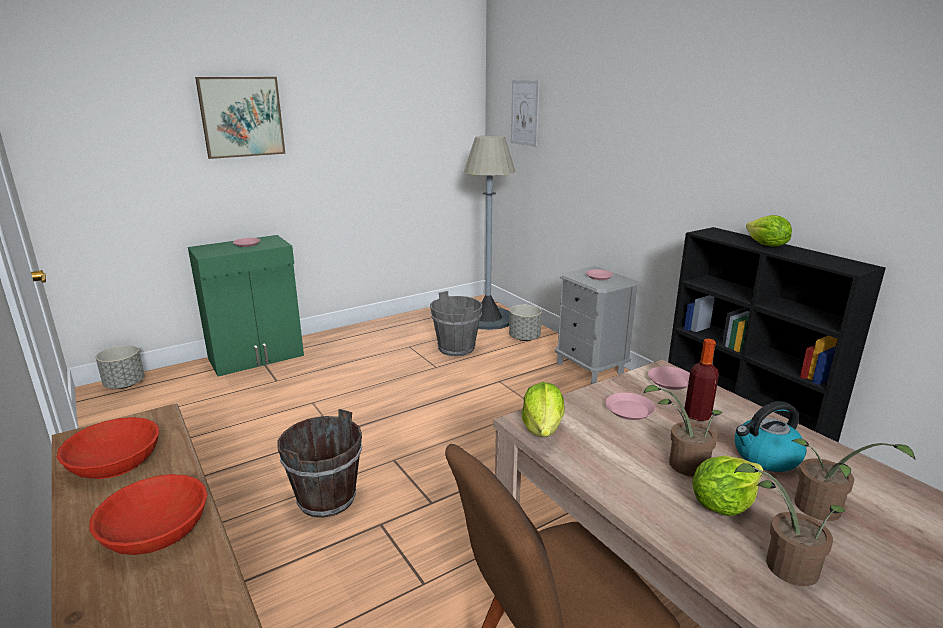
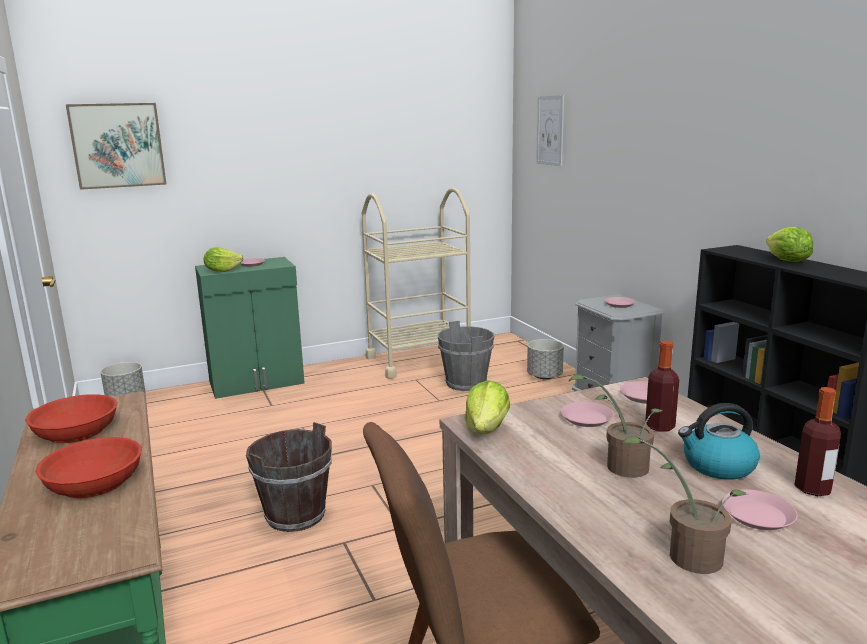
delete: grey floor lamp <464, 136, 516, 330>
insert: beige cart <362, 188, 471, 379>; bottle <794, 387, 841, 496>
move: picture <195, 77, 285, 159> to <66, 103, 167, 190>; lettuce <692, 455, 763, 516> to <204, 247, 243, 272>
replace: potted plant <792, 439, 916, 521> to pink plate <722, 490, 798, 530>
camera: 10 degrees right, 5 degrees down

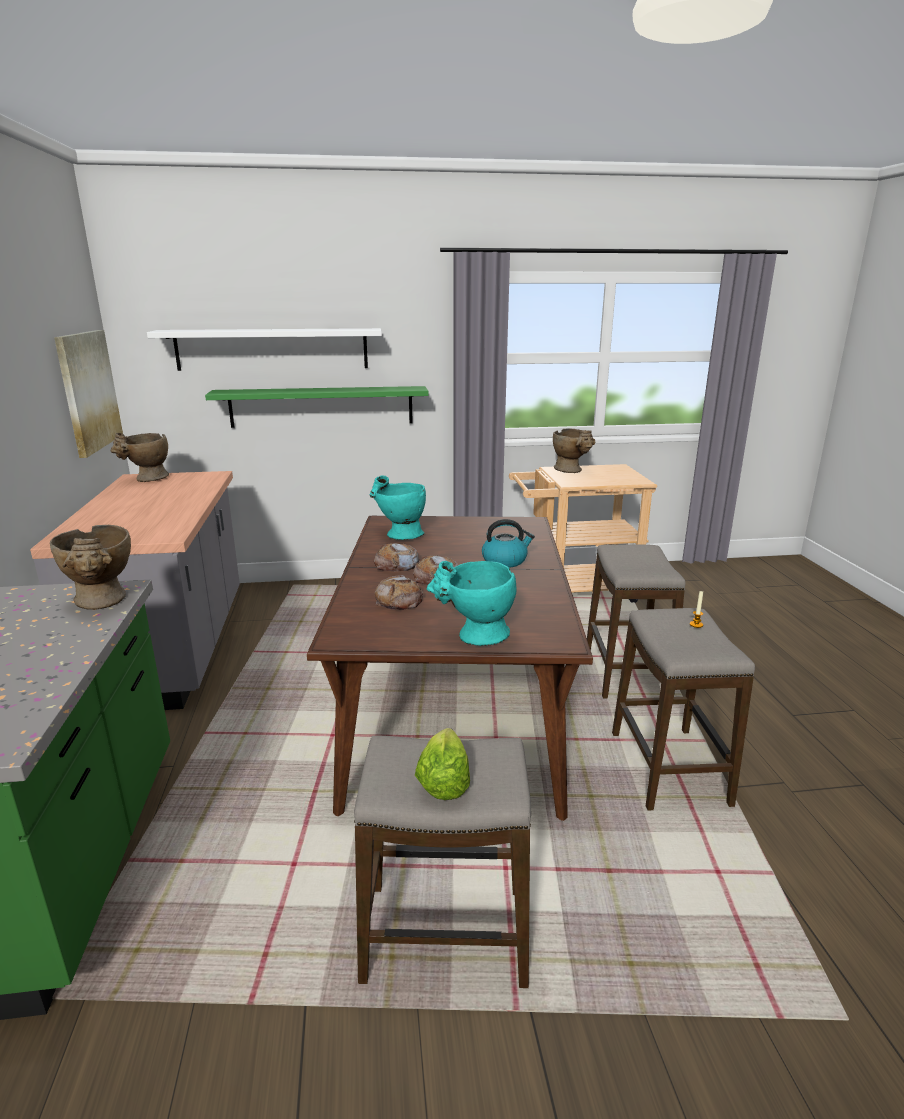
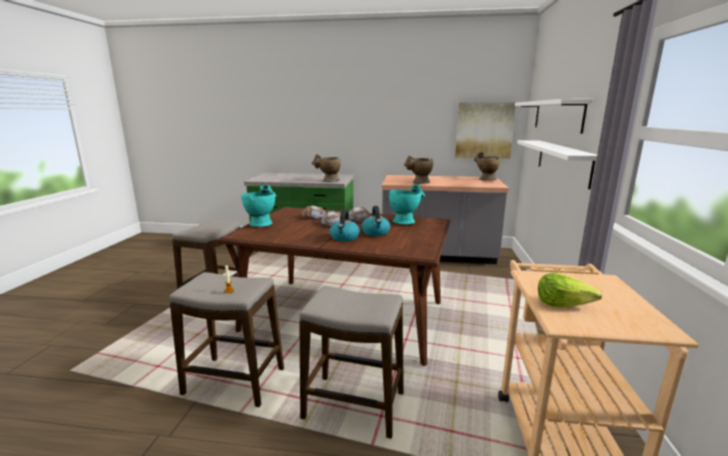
insert: kettle <362, 206, 390, 236>
move: beige vase <553, 428, 596, 473> to <404, 156, 433, 184>; lettuce <415, 728, 470, 800> to <538, 273, 602, 307>
recolor: green shelf <205, 386, 429, 428> to white shelf <517, 140, 597, 189>
camera: 105 degrees right, 5 degrees down

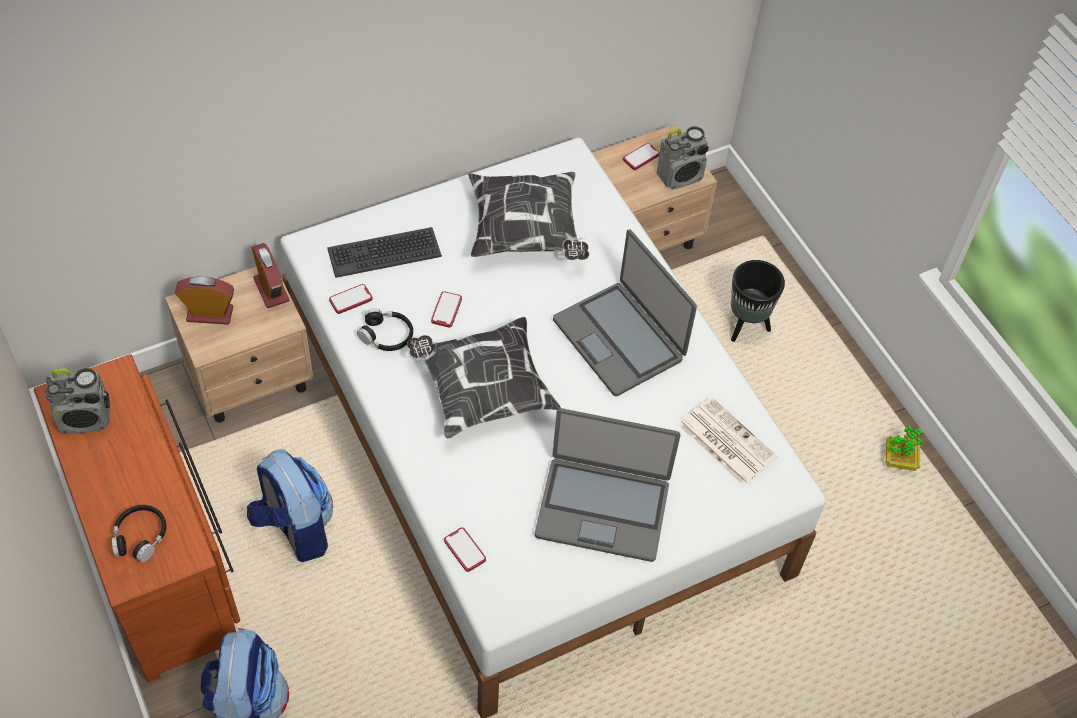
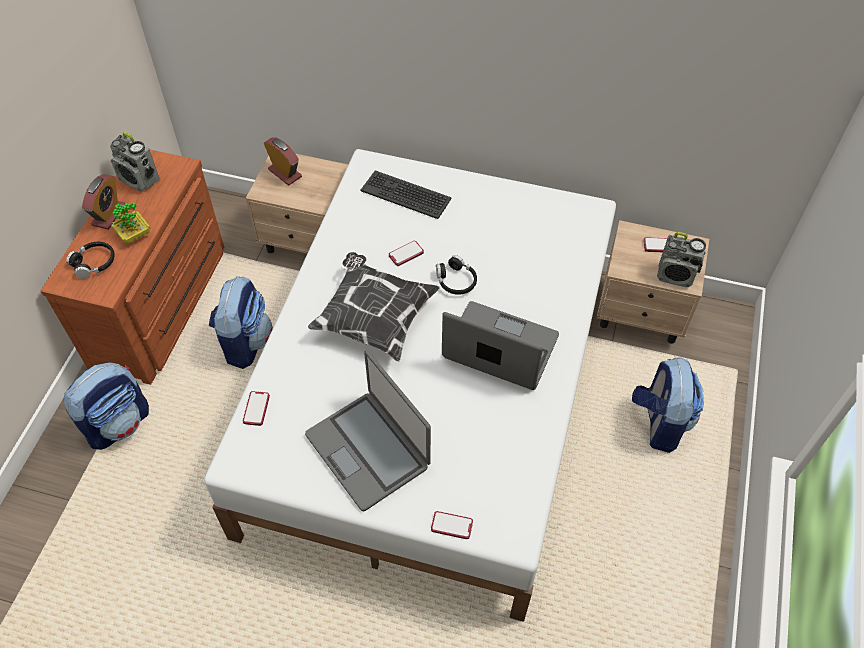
delete: pillow <468, 172, 589, 260>; newspaper <678, 397, 778, 486>
move: alarm clock <252, 243, 289, 308> to <82, 174, 125, 230>; potted plant <886, 426, 922, 471> to <112, 202, 151, 244>; phone <329, 284, 373, 314> to <431, 511, 473, 539>; black headphones <357, 309, 413, 351> to <436, 255, 477, 295>
replace: black planter <731, 260, 785, 342> to backpack <632, 357, 704, 453>
rotate: laptop <553, 230, 697, 396> = <442, 301, 559, 390> 105 degrees clockwise
camera: 45 degrees right, 0 degrees up

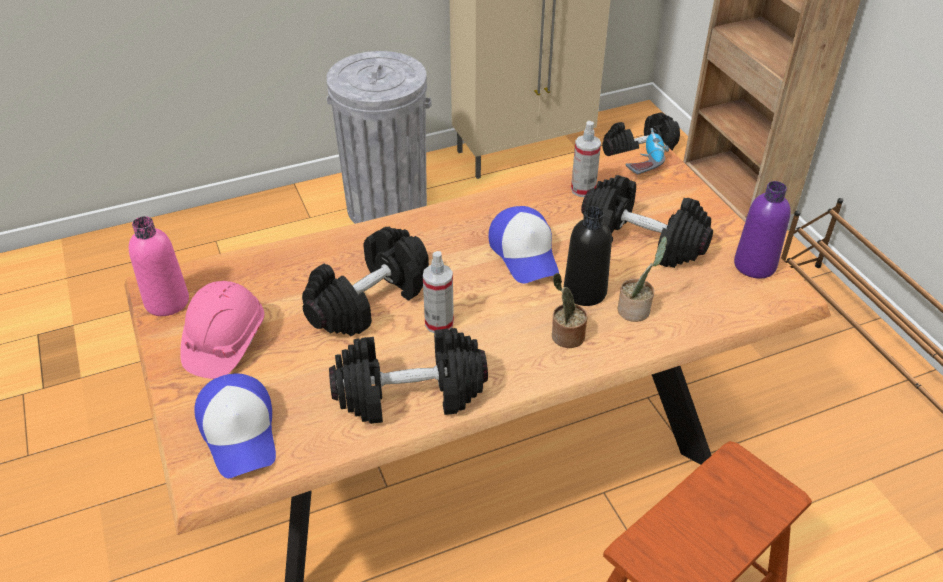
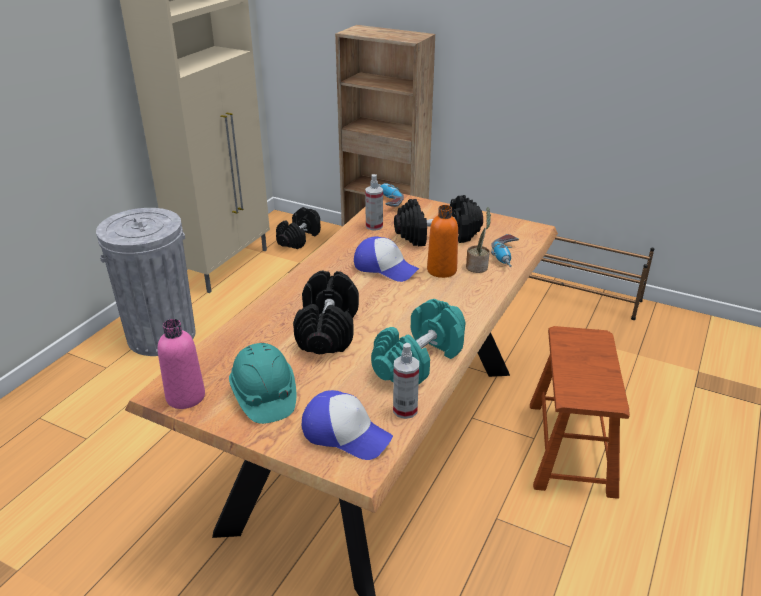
delete: potted plant <552, 273, 588, 348>; purple bottle <734, 181, 791, 279>
insert: power drill <491, 234, 519, 267>
move: spray bottle <423, 251, 454, 333> to <393, 343, 419, 419>
recolor: pink hard hat <180, 281, 264, 379> to turquoise hard hat <229, 343, 296, 424>; black dumbbell <329, 328, 488, 424> to turquoise dumbbell <371, 299, 465, 385>; black bottle <564, 207, 612, 306> to orange bottle <427, 205, 458, 278>
camera: 40 degrees left, 10 degrees down

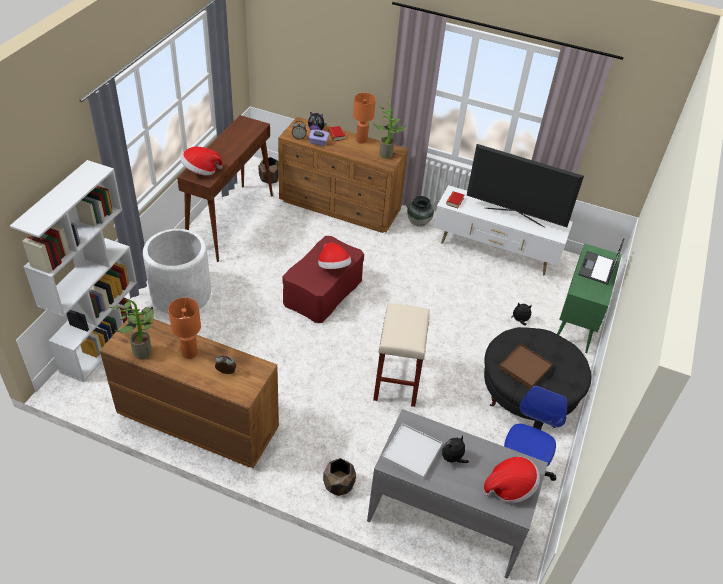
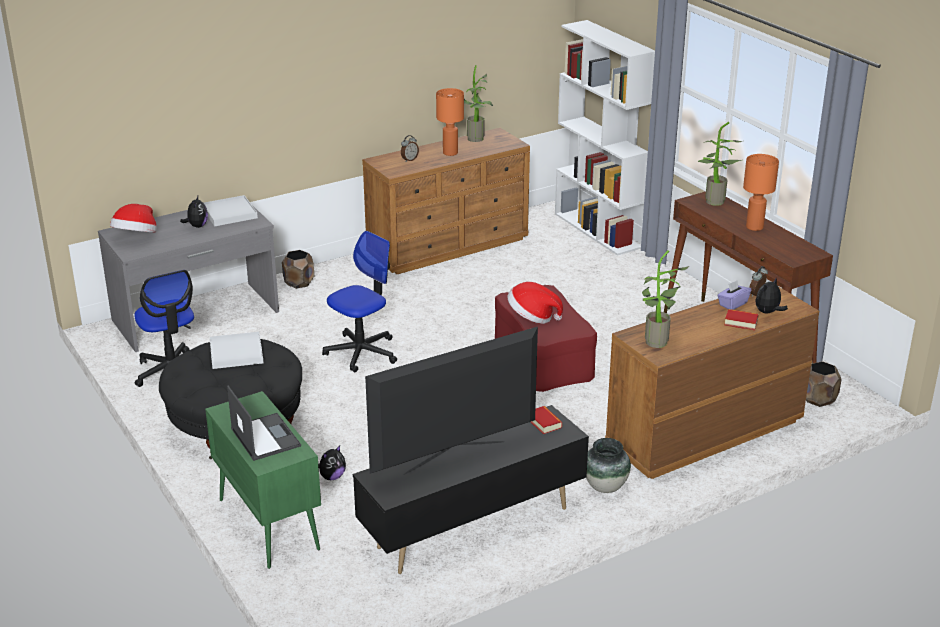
delete: white planter <143, 229, 211, 314>
move: orange table lamp <353, 93, 376, 144> to <743, 154, 779, 231>
replace: beige stool <373, 303, 430, 407> to office chair <322, 231, 397, 372>; hat <180, 147, 223, 176> to potted plant <697, 122, 742, 206>
recolor: brown tray <499, 344, 552, 389> to white tray <210, 332, 264, 369>; white tv stand <433, 185, 573, 275> to black tv stand <353, 405, 589, 574>
camera: 130 degrees right, 15 degrees down

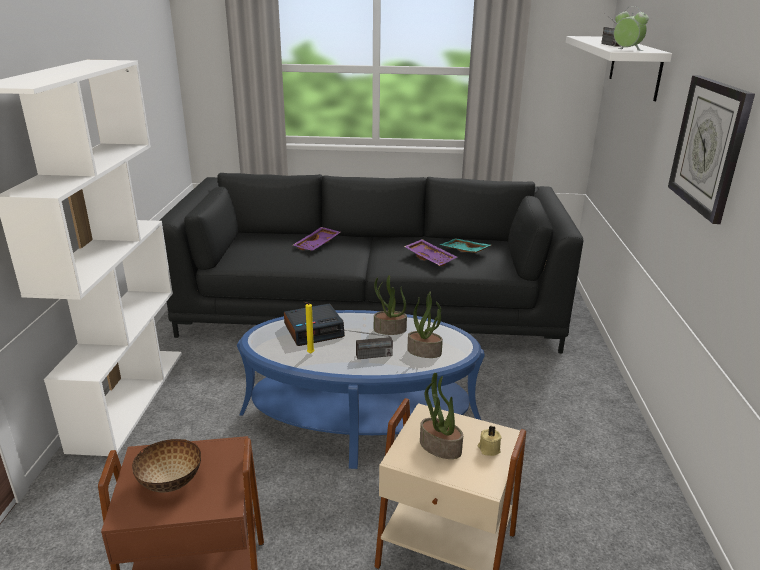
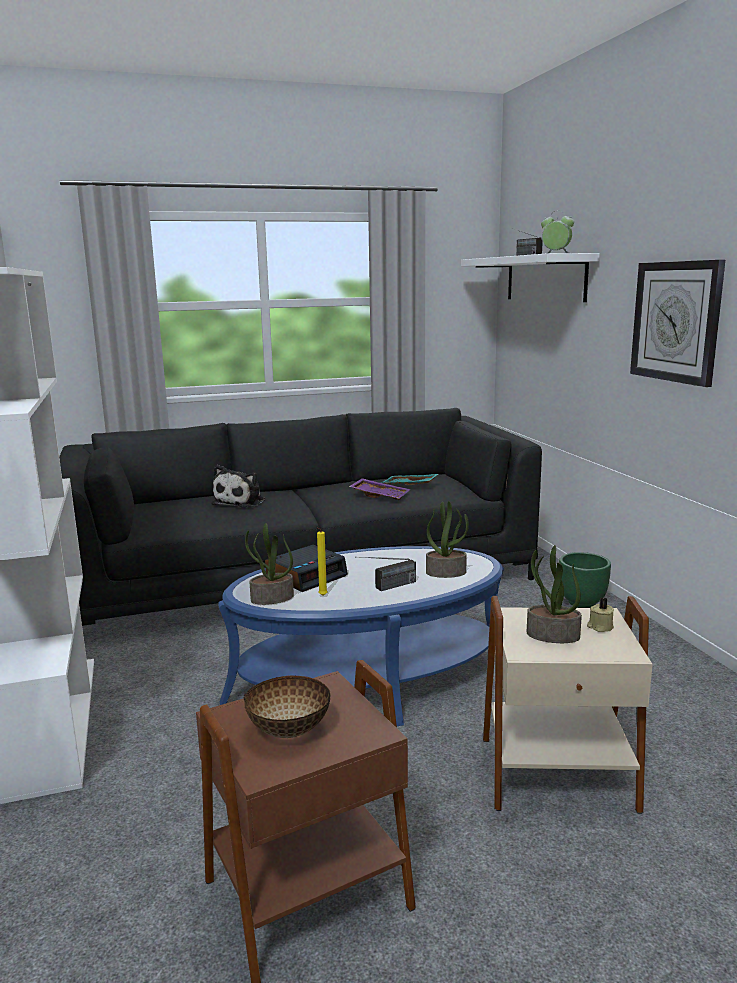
insert: green planter <559, 552, 611, 608>
move: potted plant <374, 275, 407, 335> to <245, 523, 294, 605>
replace: purple tray <293, 227, 341, 251> to plush toy <212, 465, 265, 507>
camera: 20 degrees left, 10 degrees down

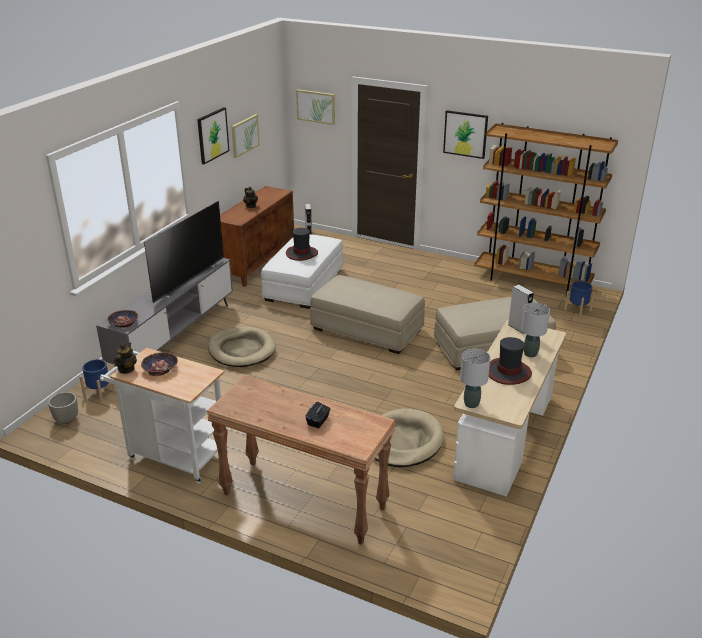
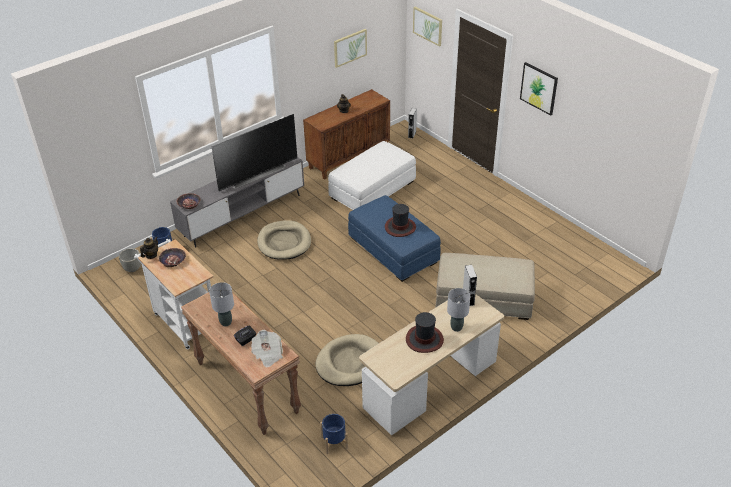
delete: picture <197, 107, 229, 164>; brown bookcase <475, 123, 618, 295>
insert: newspaper <251, 330, 283, 368>
move: grey table lamp <460, 349, 491, 408> to <209, 282, 234, 326>; blue planter <564, 281, 595, 317> to <320, 414, 348, 454>; hat <286, 228, 318, 261> to <385, 204, 416, 237>
recolor: beige ottoman <310, 275, 425, 354> to blue ottoman <348, 195, 441, 282>
camera: 25 degrees right, 10 degrees up

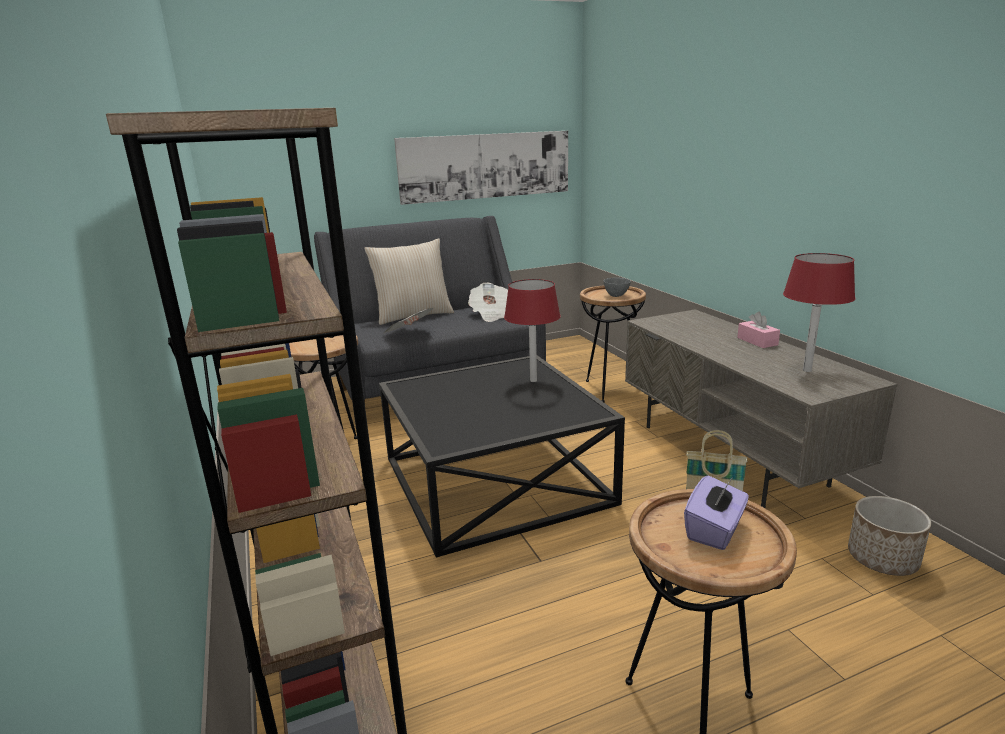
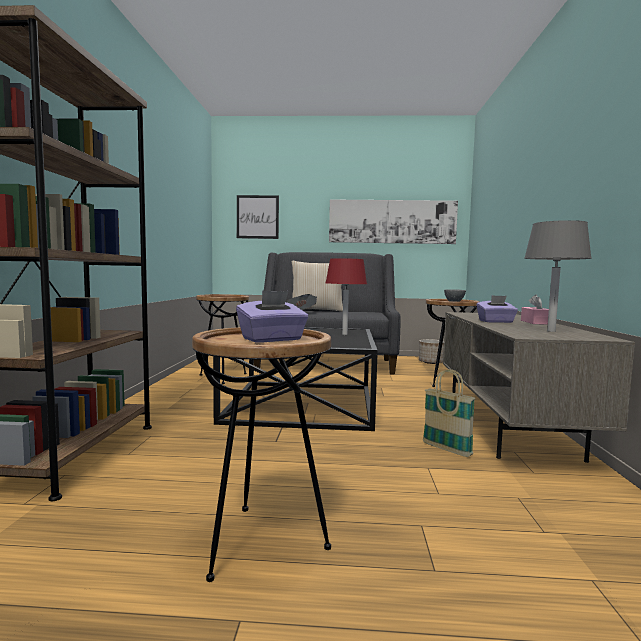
delete: newspaper <468, 283, 508, 322>
insert: picture <237, 195, 279, 239>; purple tissue box <477, 295, 518, 323>
move: planter <848, 496, 931, 576> to <419, 339, 444, 364>
recolor: red table lamp <783, 253, 855, 372> to grey table lamp <524, 220, 592, 332>
camera: 25 degrees right, 15 degrees down

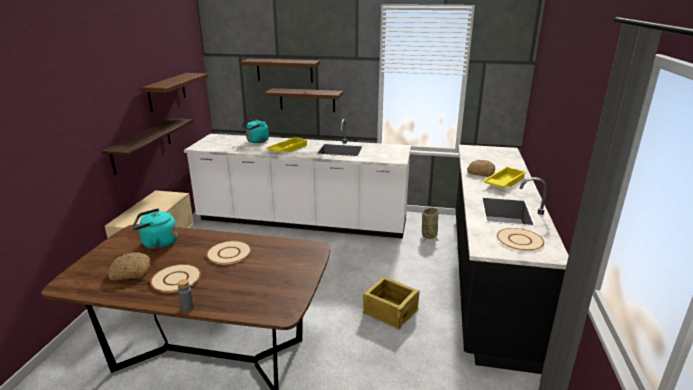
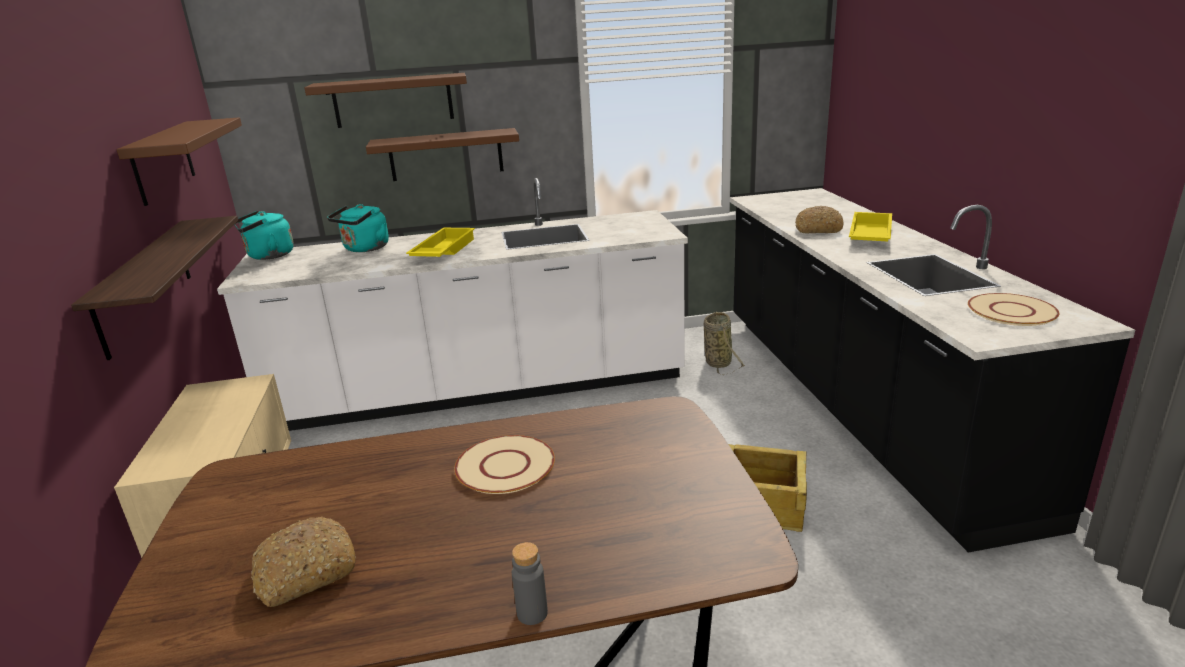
delete: beige plate <150, 264, 201, 292>
move: turquoise kettle <132, 208, 178, 249> to <234, 211, 294, 260>
camera: 20 degrees left, 0 degrees up

